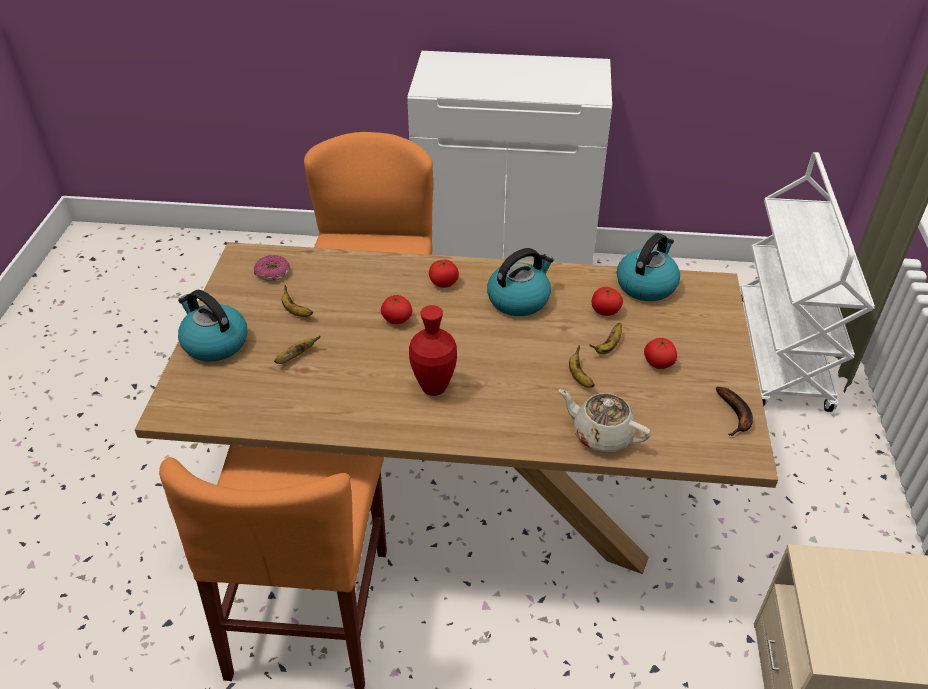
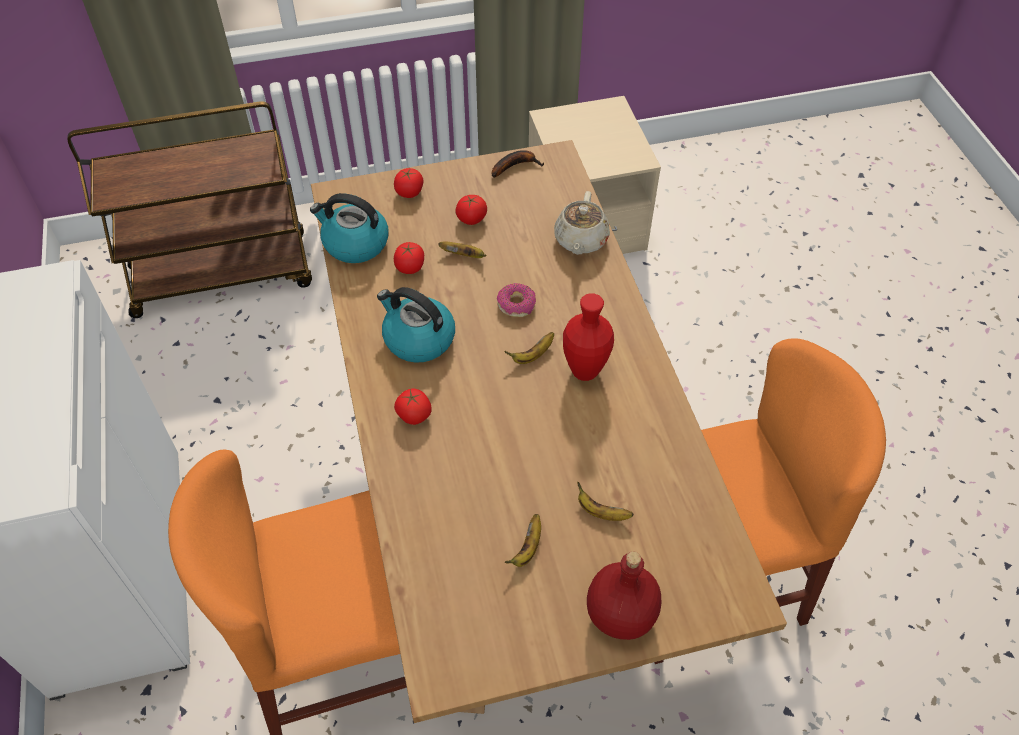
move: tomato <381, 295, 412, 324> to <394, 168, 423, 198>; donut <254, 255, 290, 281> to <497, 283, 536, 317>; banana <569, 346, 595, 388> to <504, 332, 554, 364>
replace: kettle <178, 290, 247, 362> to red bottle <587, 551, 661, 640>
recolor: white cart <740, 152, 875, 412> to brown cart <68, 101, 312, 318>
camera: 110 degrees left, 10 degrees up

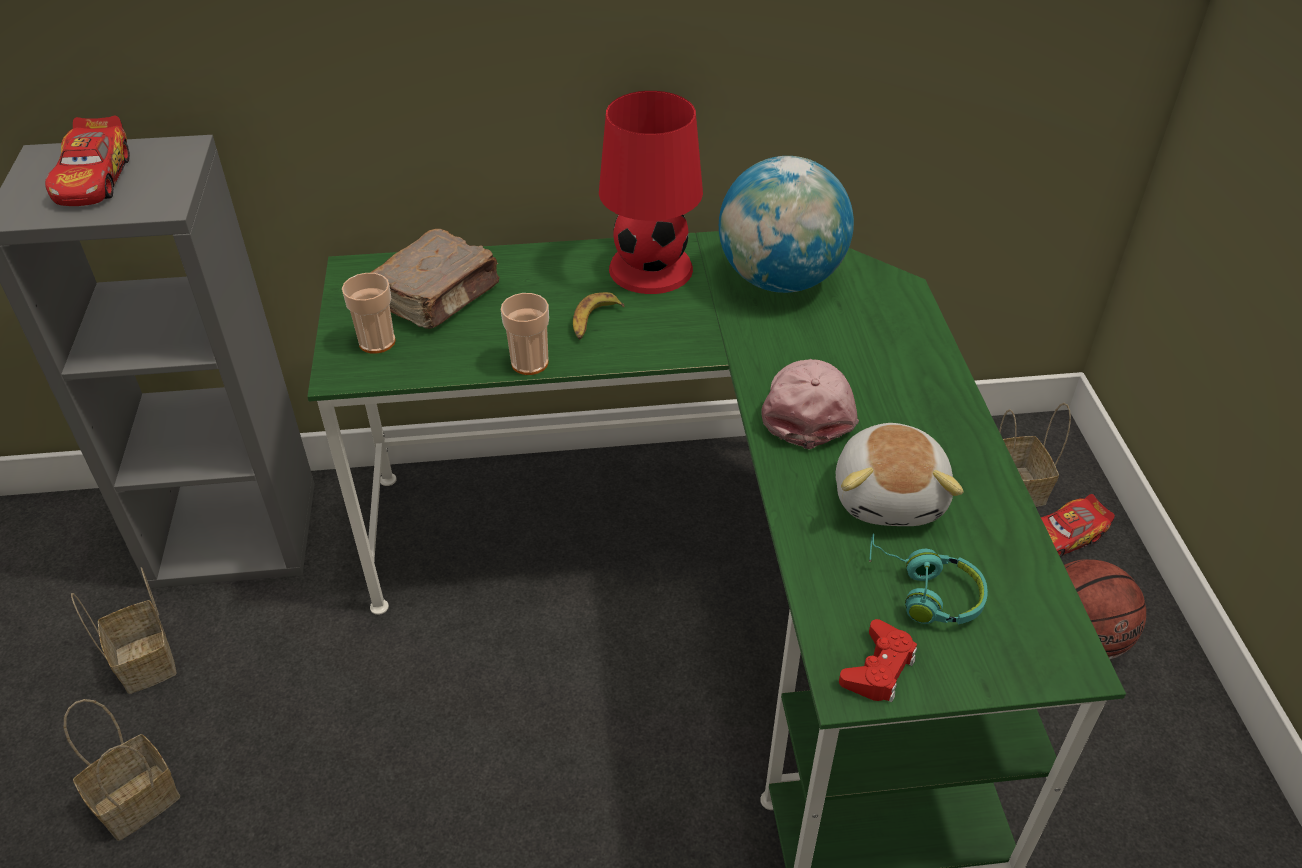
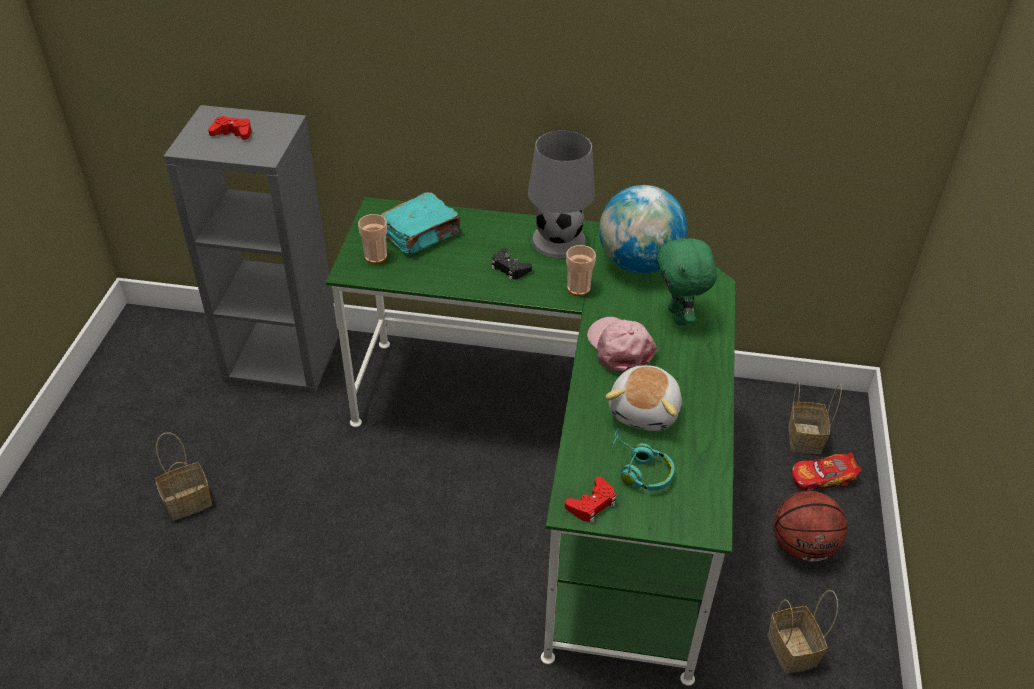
insert: green plush toy <657, 235, 717, 325>
move: cup <501, 293, 549, 375> to <566, 245, 596, 296>; basket <71, 567, 177, 694> to <768, 590, 838, 674>
replace: toy car <45, 116, 130, 206> to red game controller <208, 116, 252, 140>; banana <573, 292, 624, 339> to black game controller <491, 248, 532, 281>
recolor: brown book <370, 229, 500, 329> to turquoise book <380, 192, 461, 255>; red table lamp <599, 91, 703, 294> to grey table lamp <528, 130, 595, 258>
rotate: pink cap <761, 359, 859, 449> = <587, 317, 657, 373> 45 degrees counterclockwise
camera: 15 degrees right, 0 degrees up

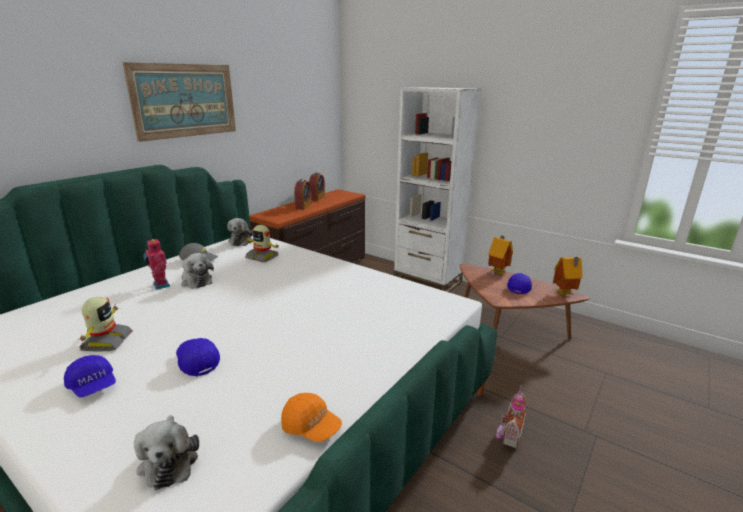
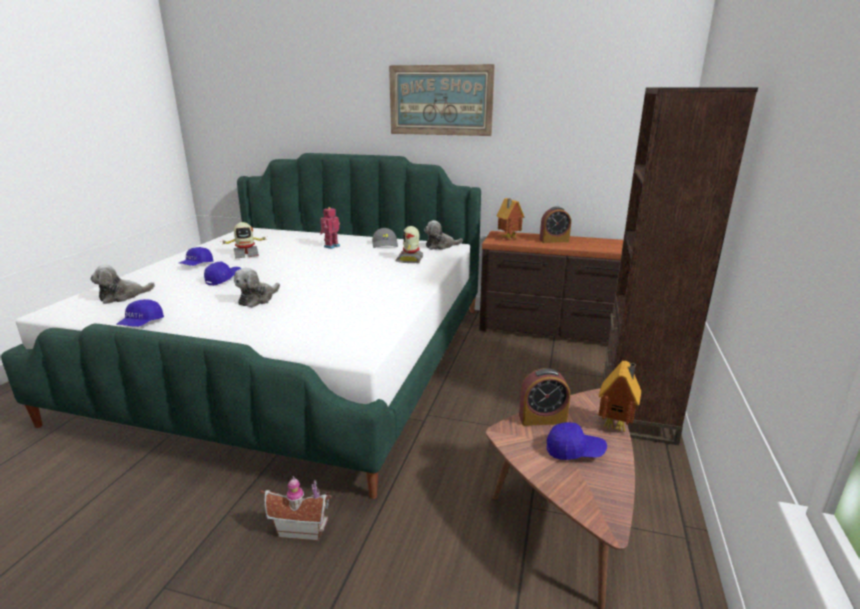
move: plush toy <181, 253, 214, 288> to <234, 268, 280, 308>; toy house <553, 257, 583, 296> to <497, 198, 524, 240>; alarm clock <309, 173, 325, 201> to <519, 368, 570, 426>
recolor: orange cap <281, 393, 342, 442> to blue cap <116, 299, 164, 327>; white bookcase <394, 87, 481, 292> to brown bookcase <602, 87, 758, 445>
camera: 70 degrees right, 0 degrees up

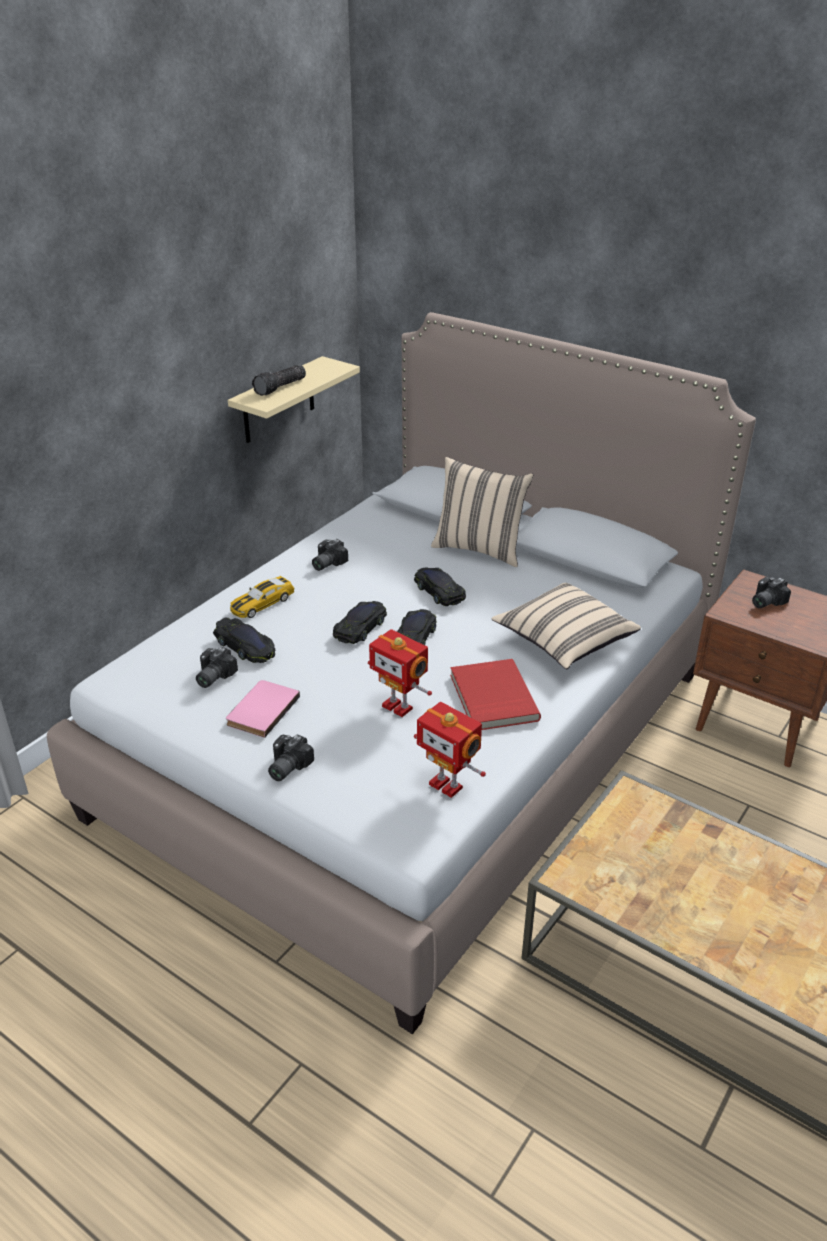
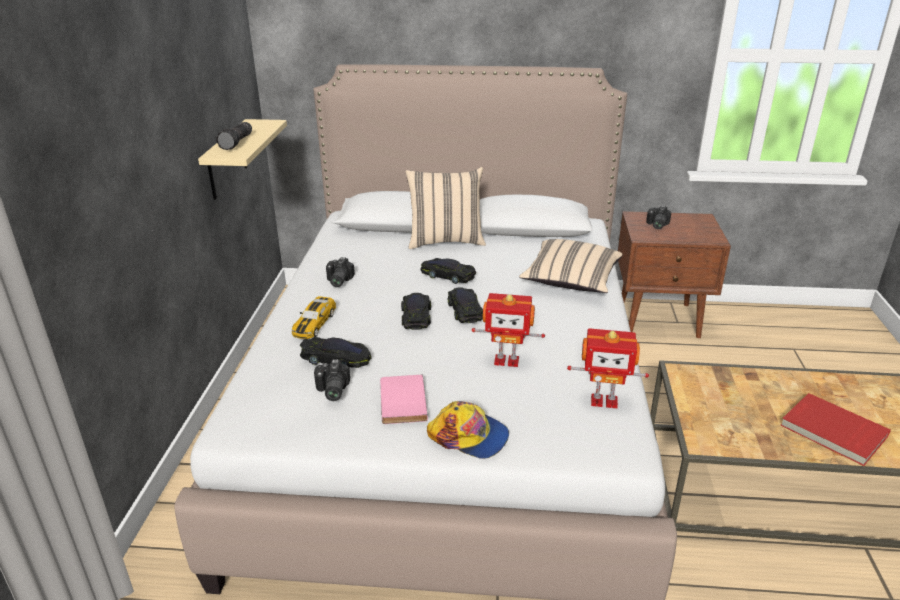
move: red book <450, 659, 541, 730> to <781, 393, 891, 466>
replace: photo camera <268, 734, 314, 781> to cap <427, 401, 509, 459>
camera: 30 degrees left, 5 degrees down

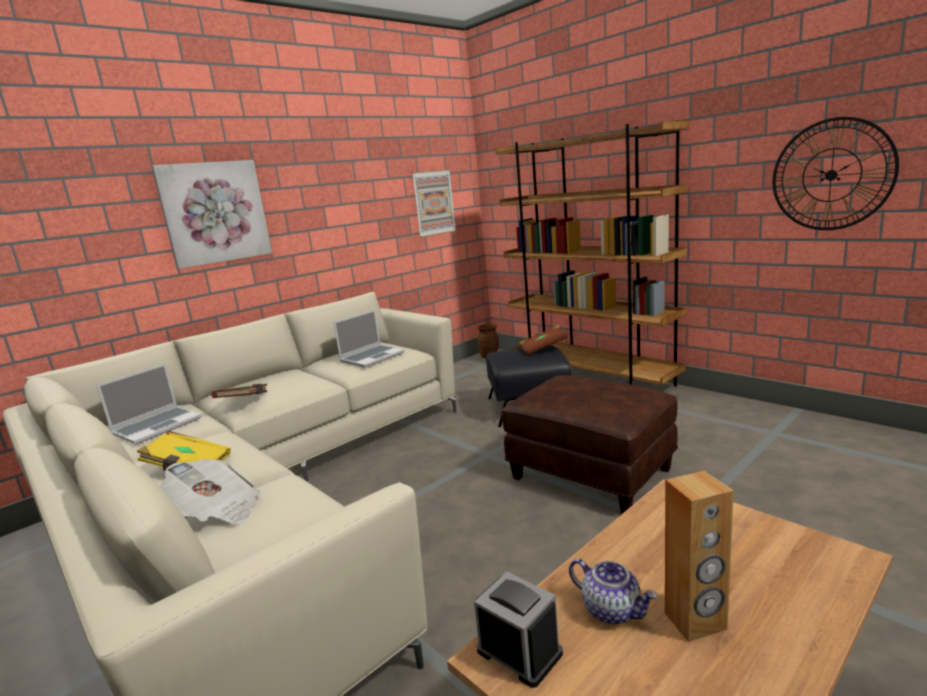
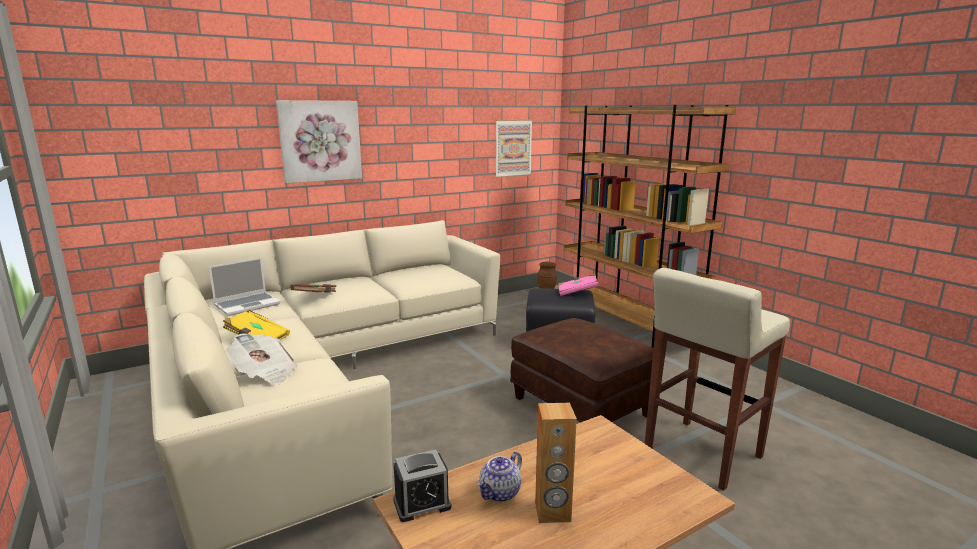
delete: laptop <333, 310, 405, 368>; wall clock <773, 117, 899, 230>
insert: beige stool <645, 268, 790, 490>
recolor: brown book <519, 325, 567, 355> to pink book <558, 274, 598, 296>
rotate: alarm clock <474, 572, 563, 688> = <393, 449, 451, 522> 105 degrees clockwise; teapot <569, 559, 658, 625> = <477, 451, 522, 502> 75 degrees clockwise
camera: 10 degrees right, 0 degrees up

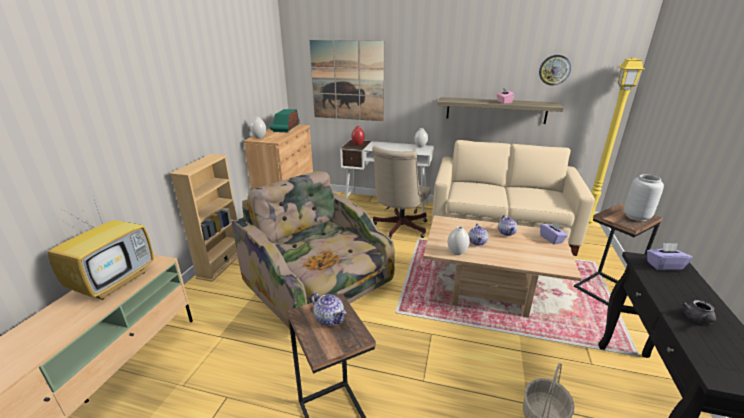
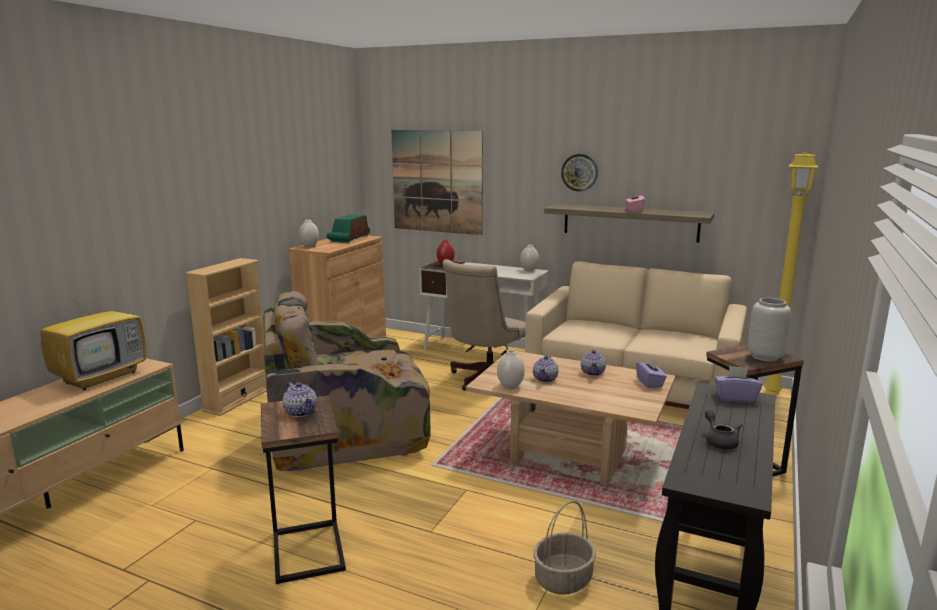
move: wall clock <539, 55, 571, 86> to <561, 154, 598, 191>
rotate: armchair <232, 171, 395, 329> = <263, 291, 431, 471> 75 degrees counterclockwise; grey teapot <682, 300, 716, 324> = <705, 410, 742, 449> 135 degrees clockwise
camera: 10 degrees right, 10 degrees down

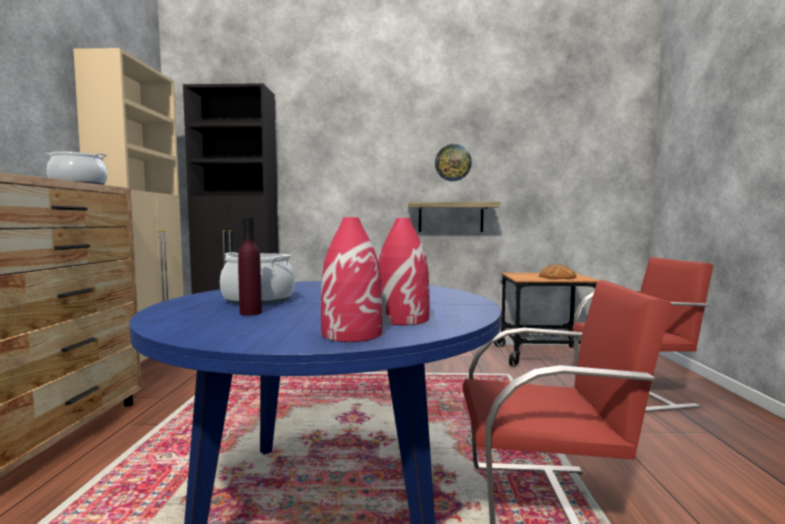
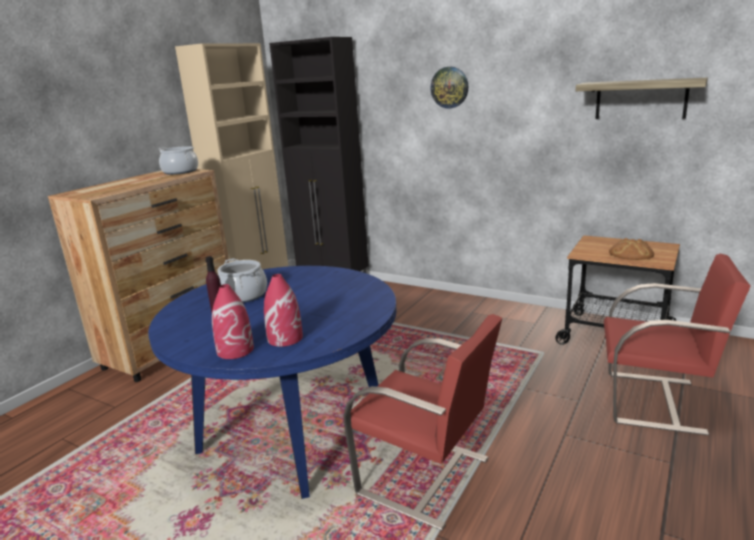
move: wall clock <435, 144, 472, 181> to <430, 67, 468, 109>; shelf <408, 202, 501, 232> to <576, 78, 708, 119>
camera: 30 degrees right, 15 degrees up

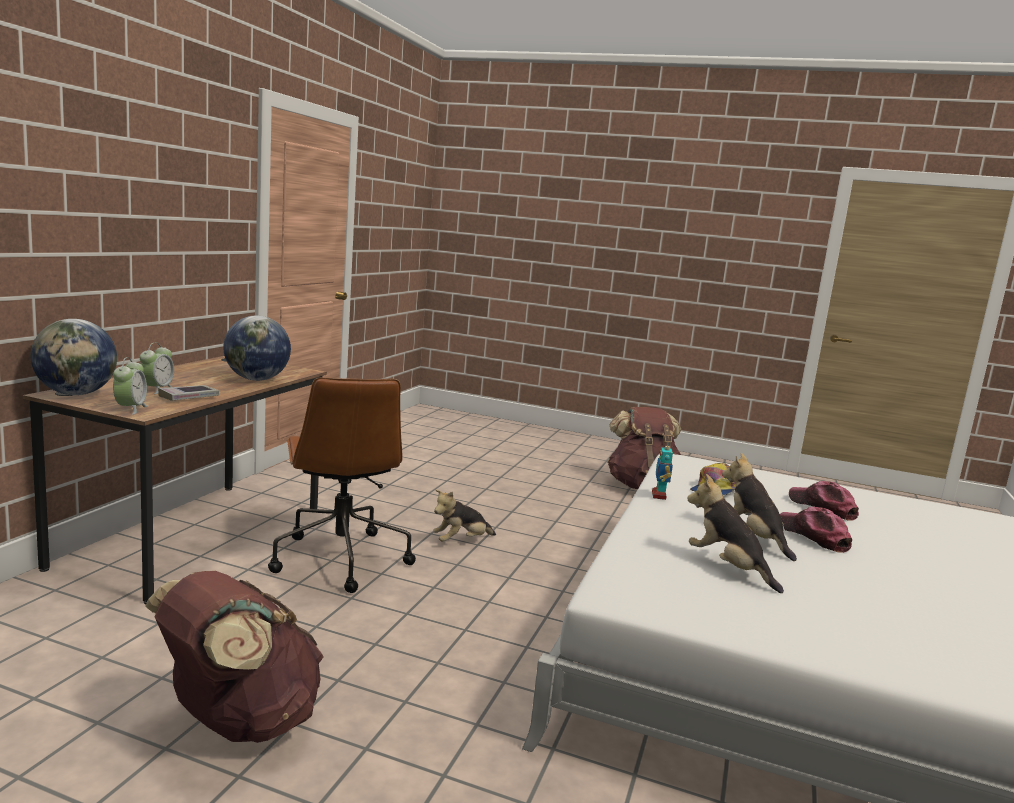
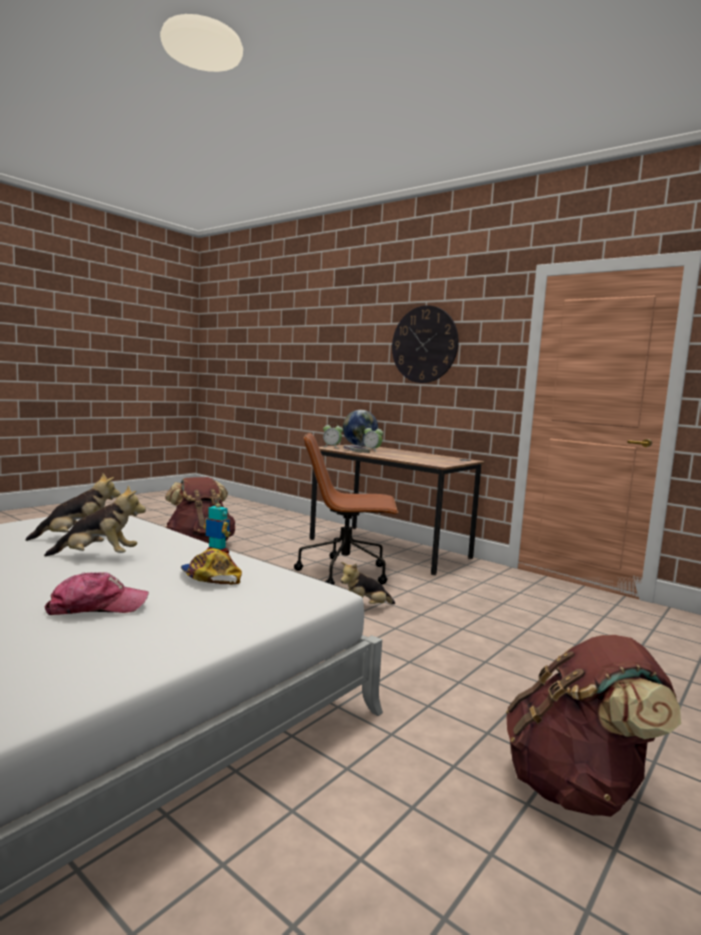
delete: globe <223, 315, 291, 381>; cap <780, 507, 852, 553>
insert: wall clock <392, 305, 458, 383>
rotate: plush toy <433, 490, 496, 542> = <341, 562, 395, 604> 105 degrees counterclockwise
camera: 110 degrees right, 5 degrees down

